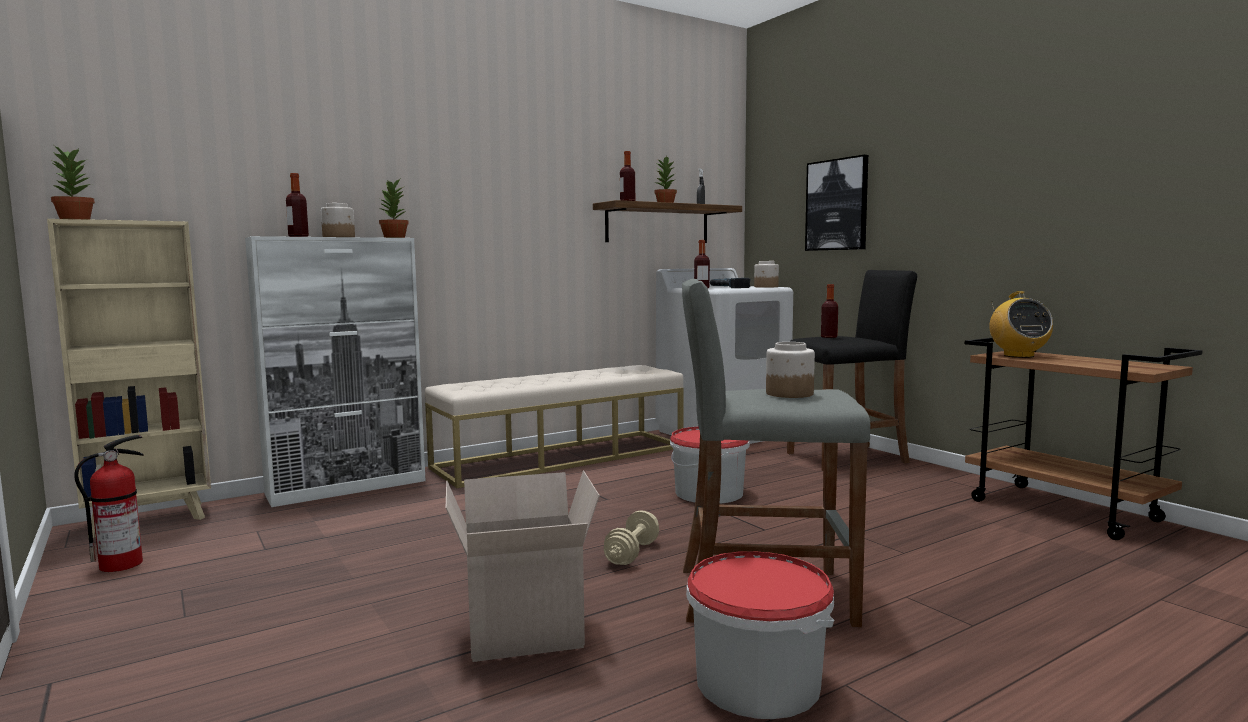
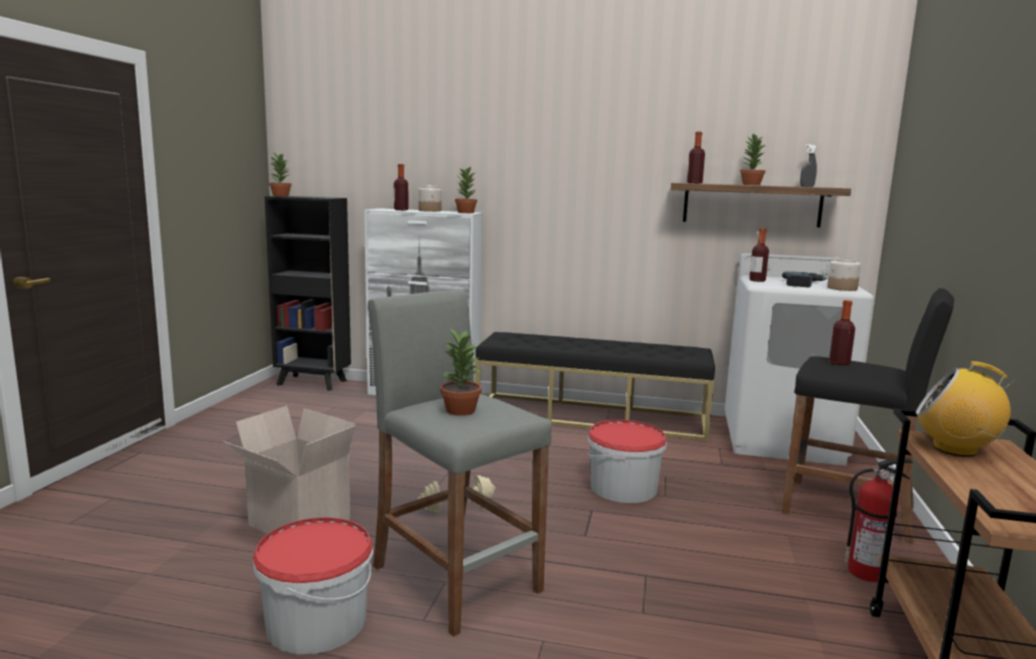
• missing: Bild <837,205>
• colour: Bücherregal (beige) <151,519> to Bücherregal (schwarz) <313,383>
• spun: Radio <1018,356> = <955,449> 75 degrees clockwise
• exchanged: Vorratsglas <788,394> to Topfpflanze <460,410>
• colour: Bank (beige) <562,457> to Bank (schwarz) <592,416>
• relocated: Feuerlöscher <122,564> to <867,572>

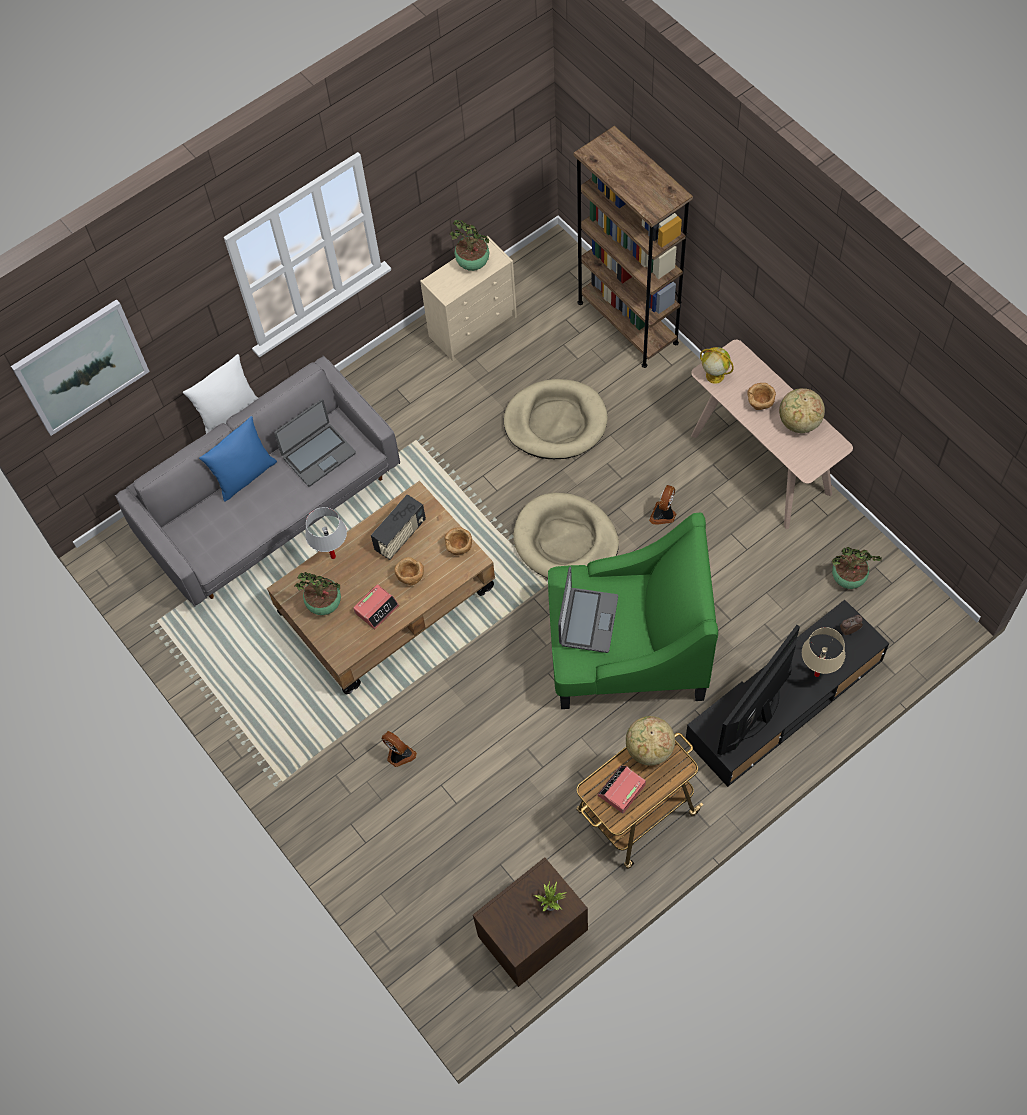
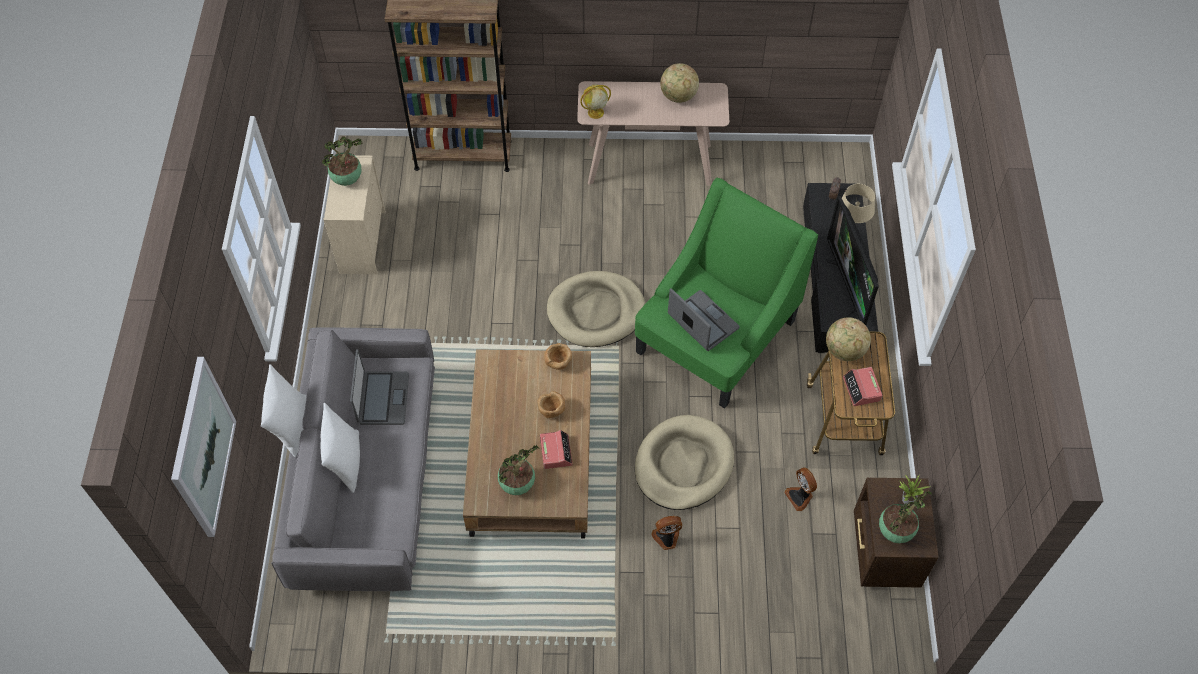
• relocated: Hundebett (beige) <555,422> to <683,465>
• missing: Schüssel (braun) <760,404>
• colour: Kissen (blau) <244,475> to Kissen (weiß) <346,462>
• relocated: Ventilator <663,515> to <800,496>
• missing: Radio <400,536>
• missing: Tischlampe (weiß) <333,556>
• relocated: Topfpflanze <849,579> to <895,530>

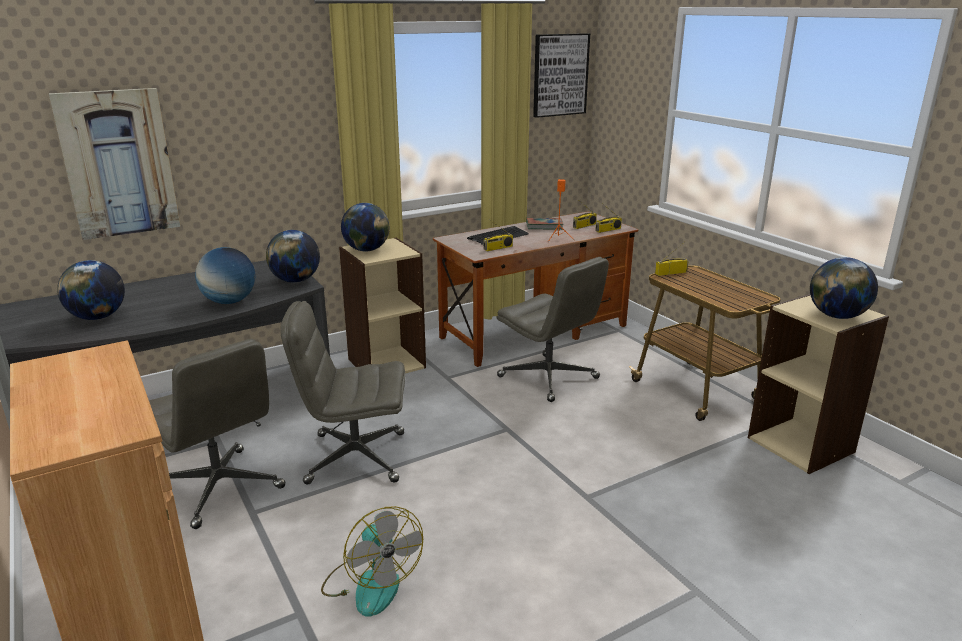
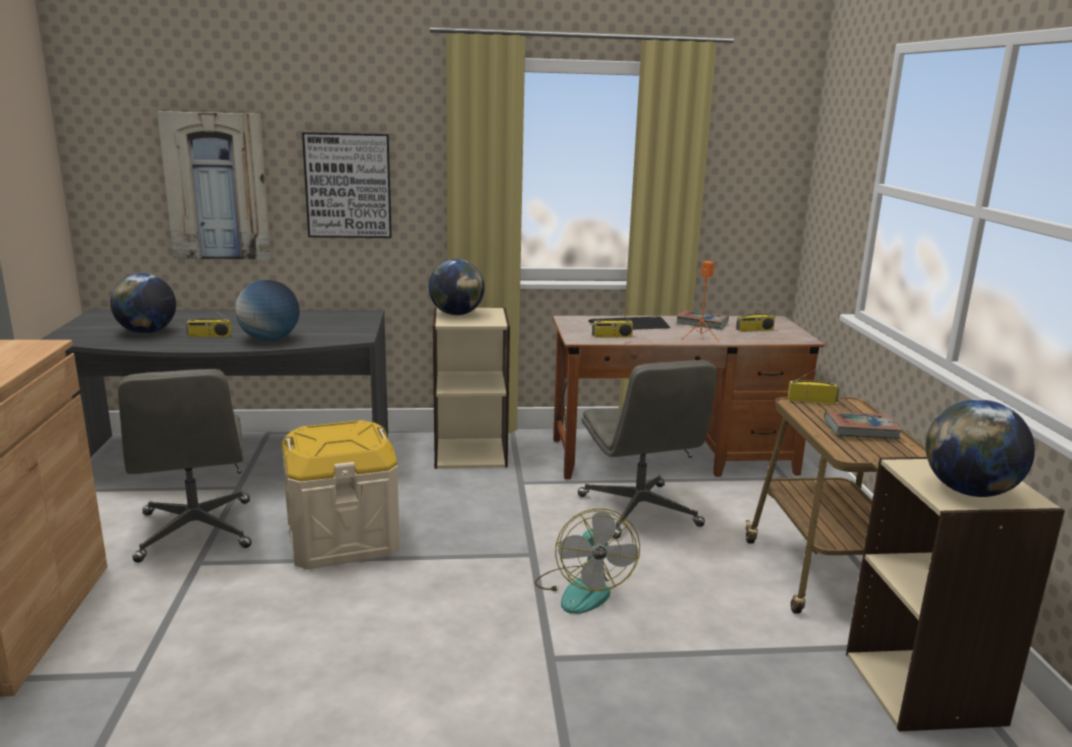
• relocated: Bild <560,75> to <348,185>
• relocated: Radio <608,230> to <209,336>
• missing: Globus <295,281>
• exchanged: Bürostuhl (grau) <354,458> to Aufbewahrungsbox (beige) <342,539>
• relocated: Ventilator <371,583> to <582,589>
• appeared: Buch <861,429>

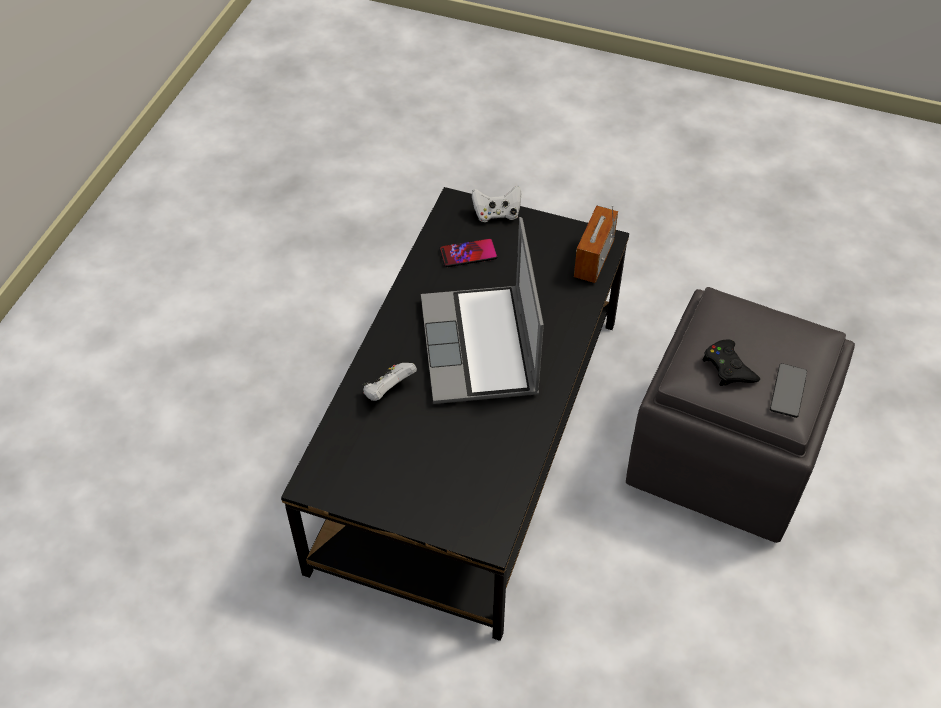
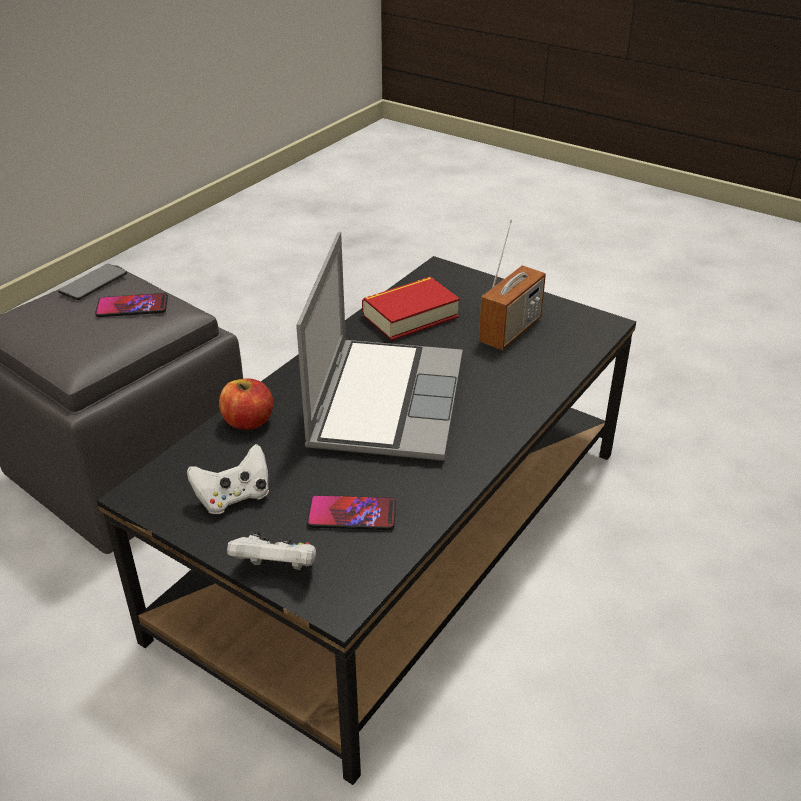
• relocated: Radio <593,259> to <510,331>
• exchanged: Gamepad (schwarz) <728,368> to Handy <132,306>
• relocated: Gamepad (weiß) <388,391> to <234,497>
• appeared: Buch <410,316>
• appeared: Apfel <248,421>

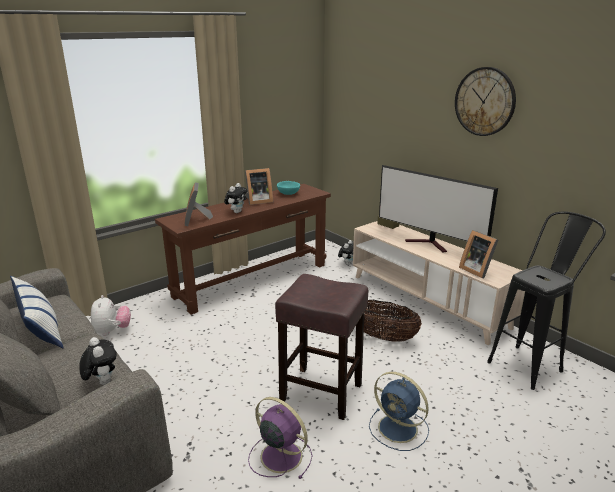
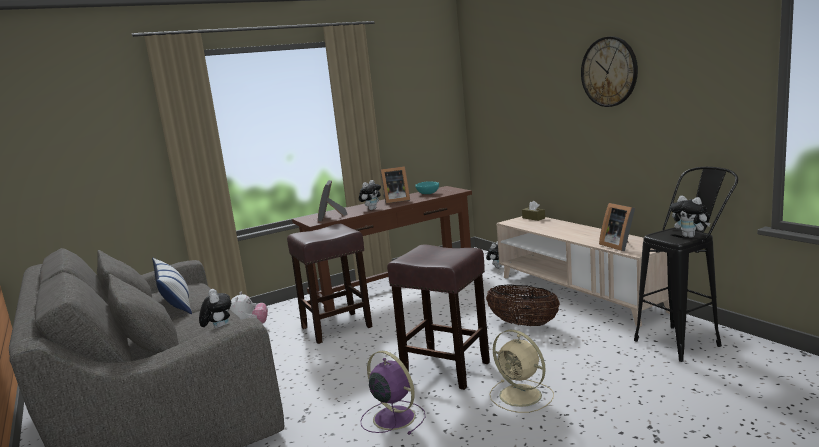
• missing: Fernseher <430,244>
• colour: Ventilator (blau) <399,429> to Ventilator (beige) <522,396>
• appeared: Plüschtier <690,236>
• appeared: Hocker (braun) <337,327>

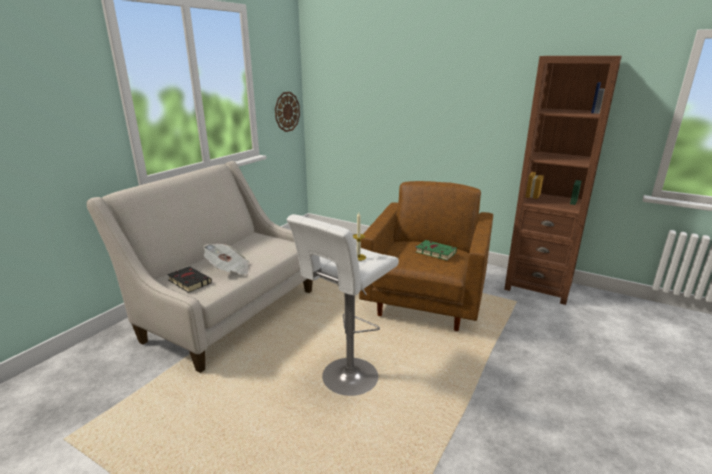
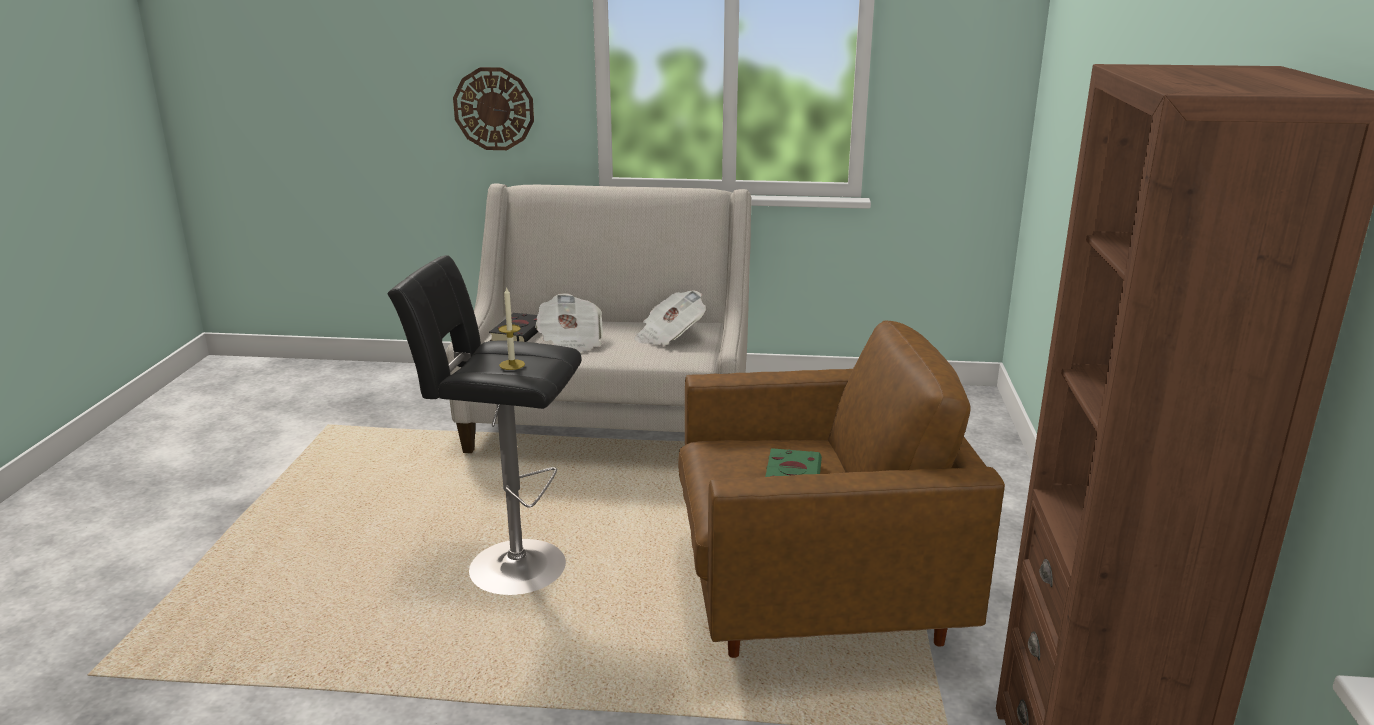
• relocated: Wanduhr <287,111> to <494,109>
• colour: Hocker (weiß) <347,379> to Hocker (schwarz) <509,566>
• appeared: Zeitung <669,336>

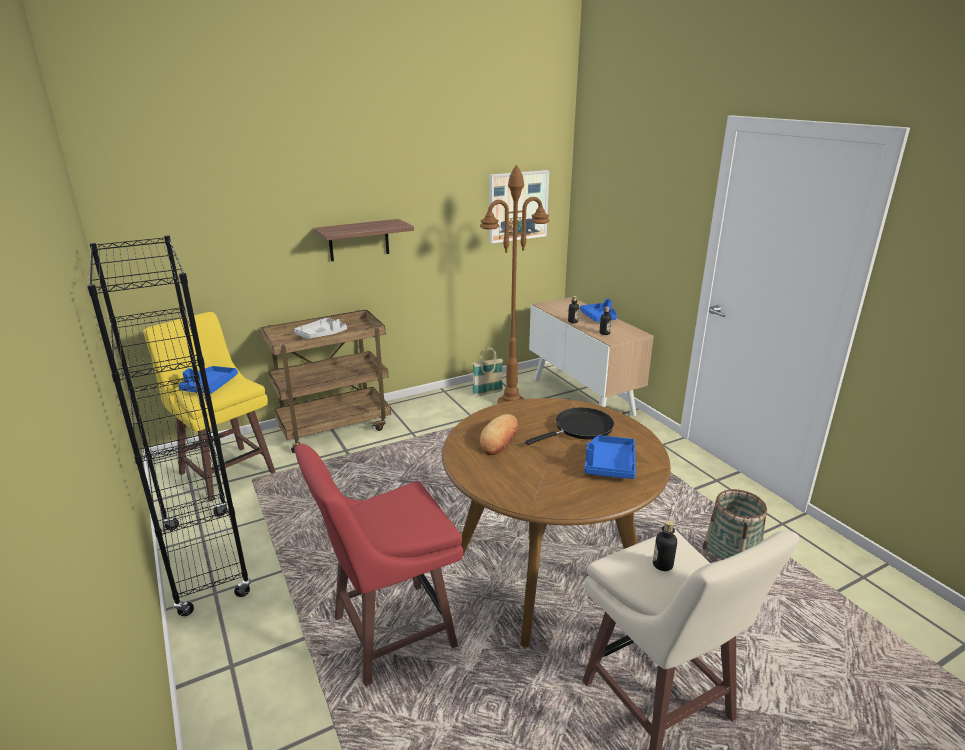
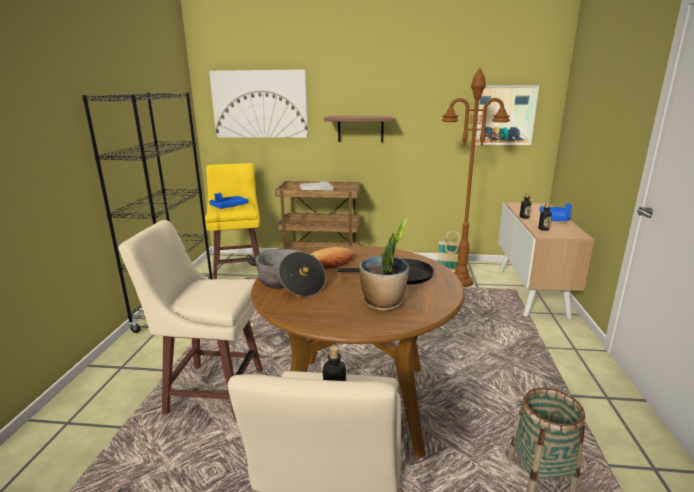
• exchanged: Tablett (blau) <609,464> to Topfpflanze <383,303>
• colour: Hocker (rot) <390,633> to Hocker (beige) <213,390>
• appeared: Bild <260,104>
• appeared: Kochtopf <289,283>

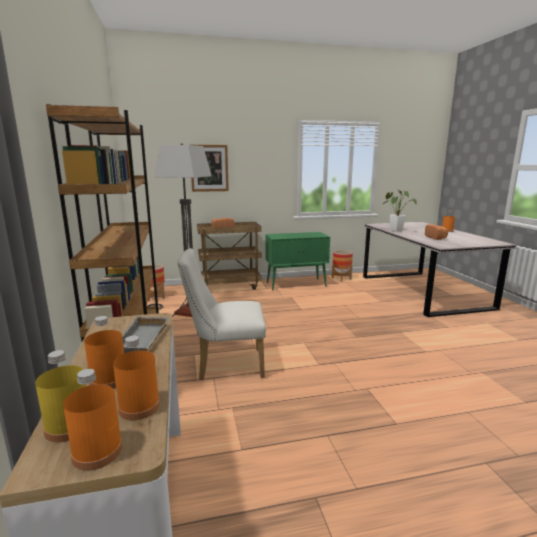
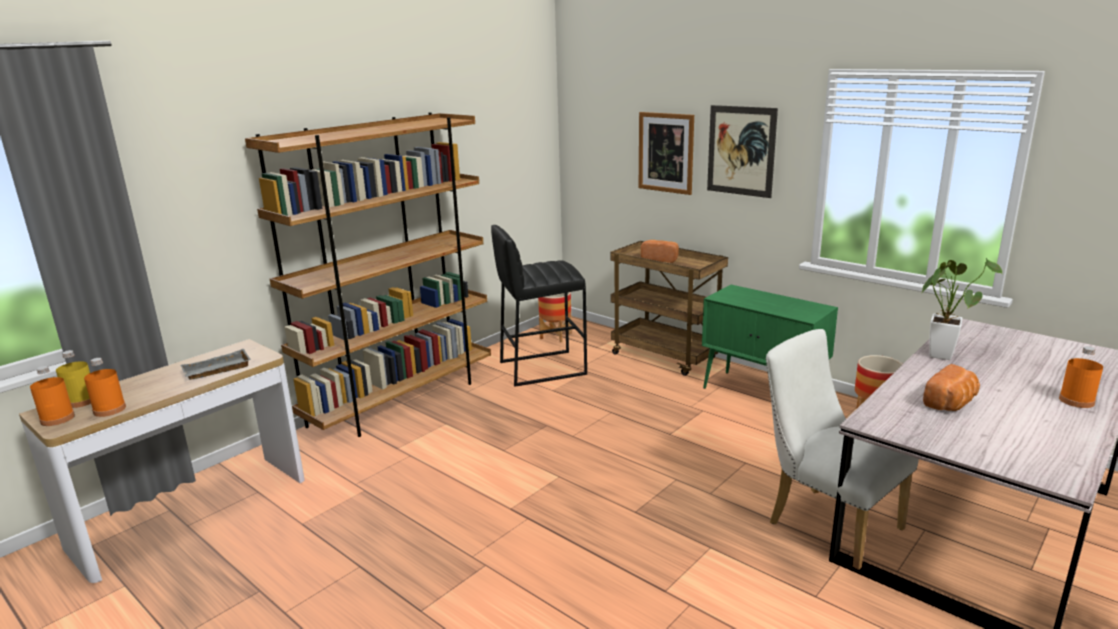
• exchanged: Stehlampe <182,311> to Hocker (schwarz) <541,368>
• relocated: Stuhl (weiß) <225,364> to <825,522>
• missing: Flasche (orange) <109,380>
• appeared: Bild <741,151>

